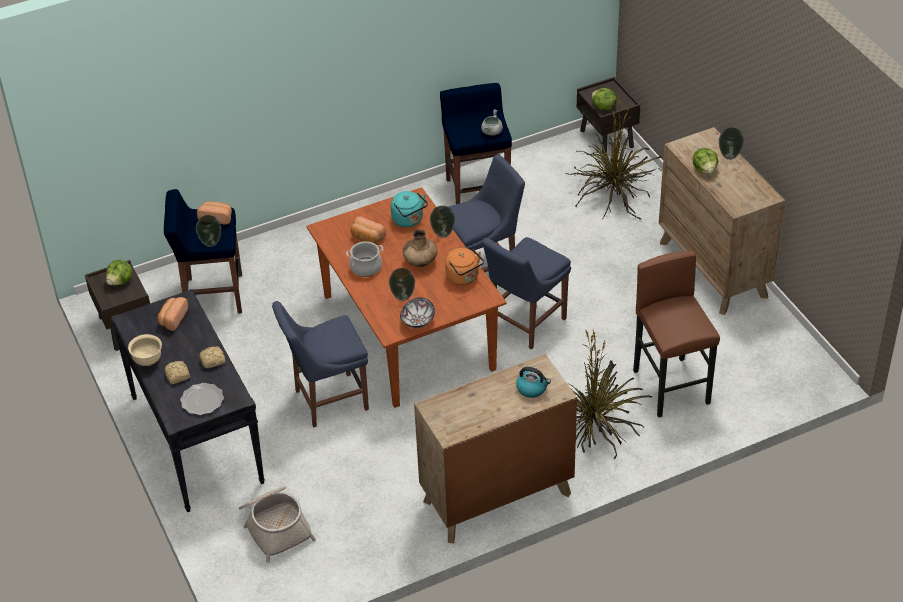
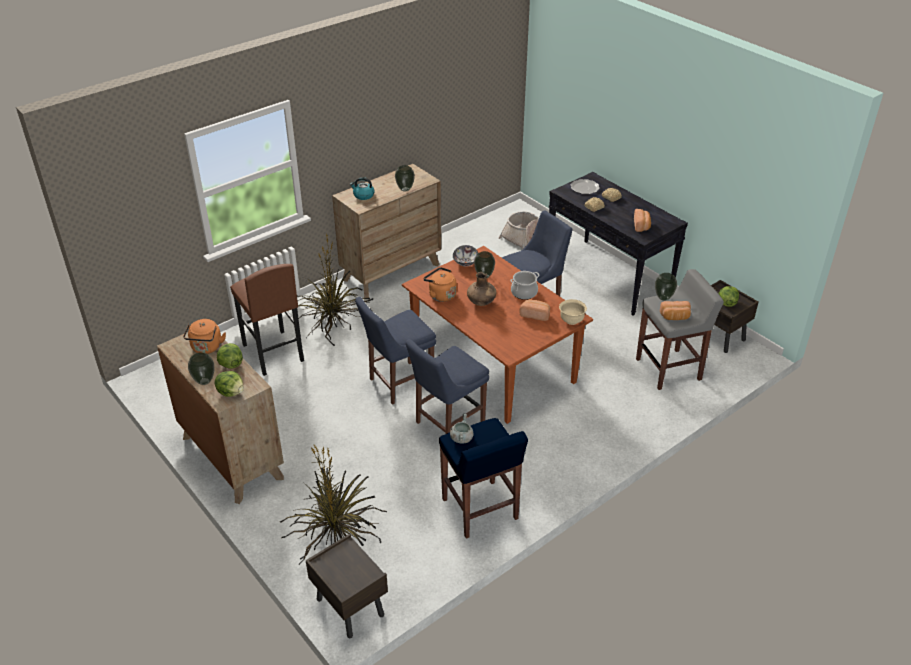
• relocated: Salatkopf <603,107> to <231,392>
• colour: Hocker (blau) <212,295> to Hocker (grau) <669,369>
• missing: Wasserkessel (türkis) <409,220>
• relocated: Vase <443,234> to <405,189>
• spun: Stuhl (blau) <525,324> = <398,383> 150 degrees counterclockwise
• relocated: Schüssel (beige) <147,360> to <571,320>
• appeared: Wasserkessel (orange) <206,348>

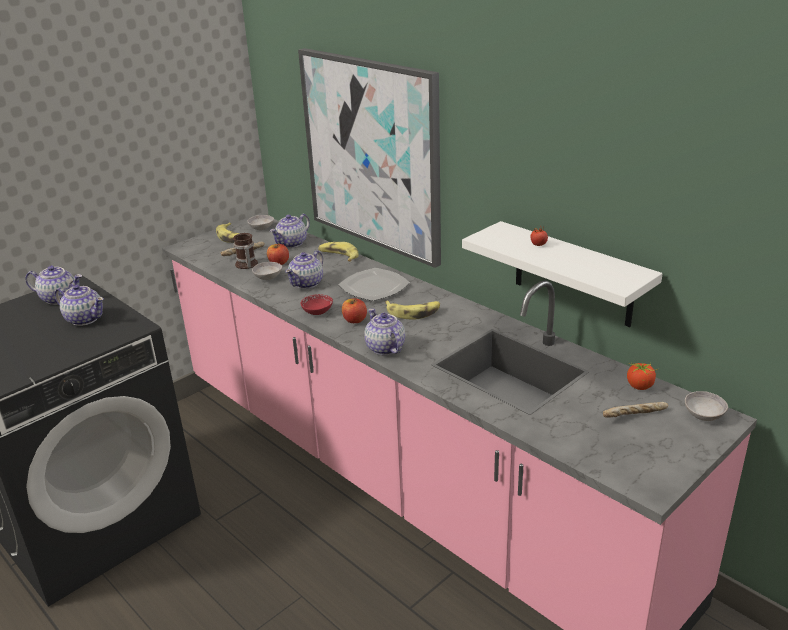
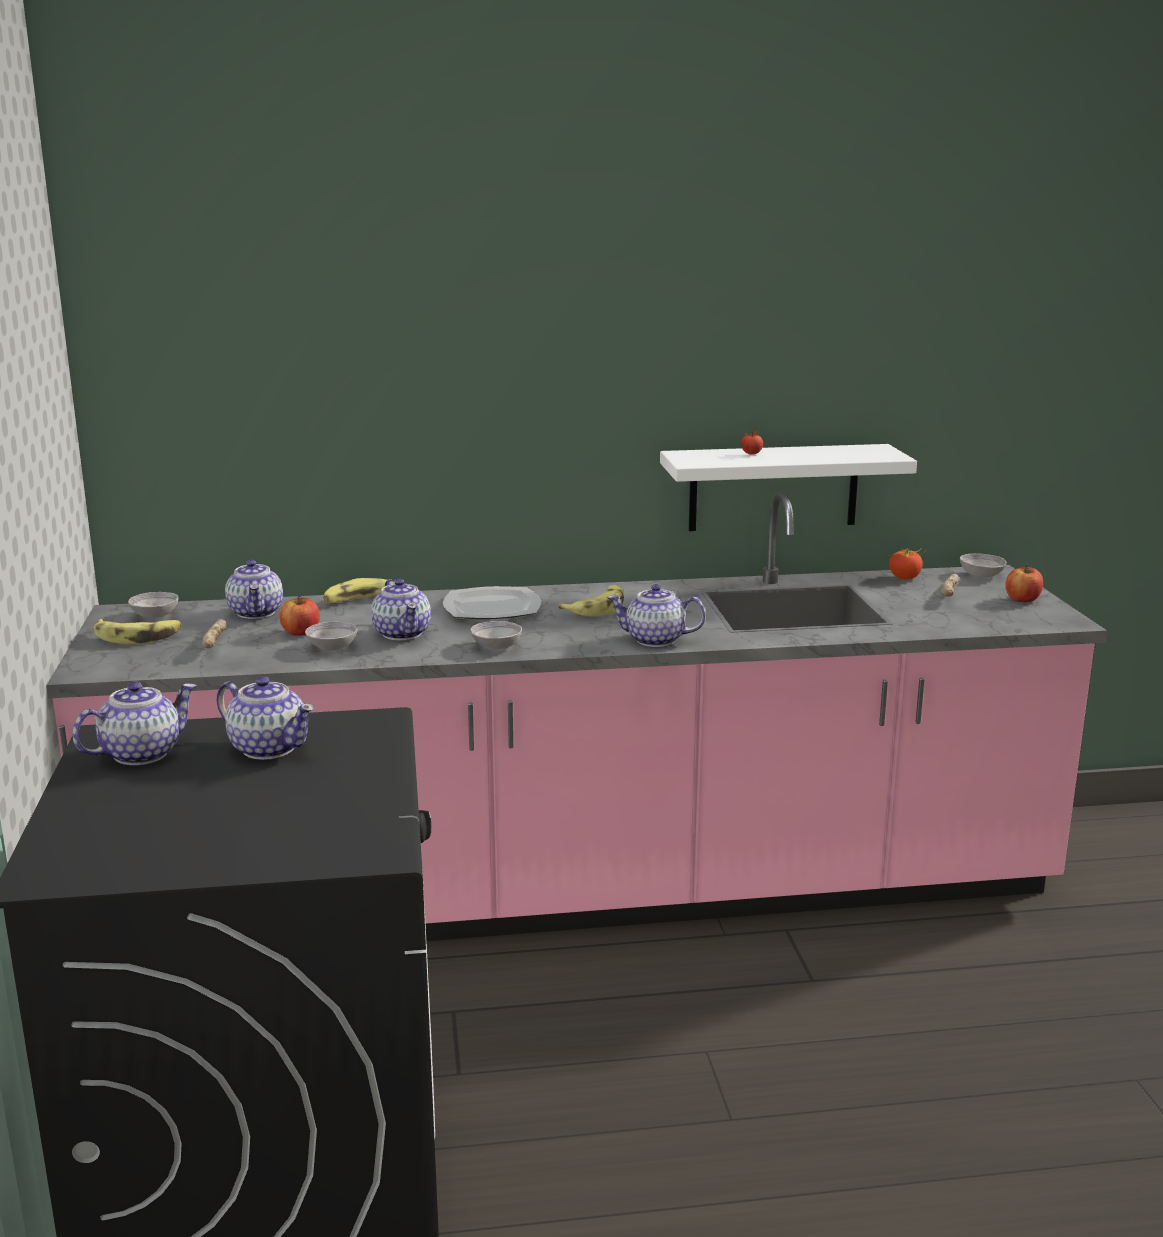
• missing: Bild <371,154>
• missing: Henkelbecher <246,265>
• spun: Teekanne <84,319> = <268,748> 60 degrees clockwise
• colour: Schüssel (rot) <317,312> to Schüssel (grau) <496,647>
• relocated: Apfel <354,320> to <1022,599>

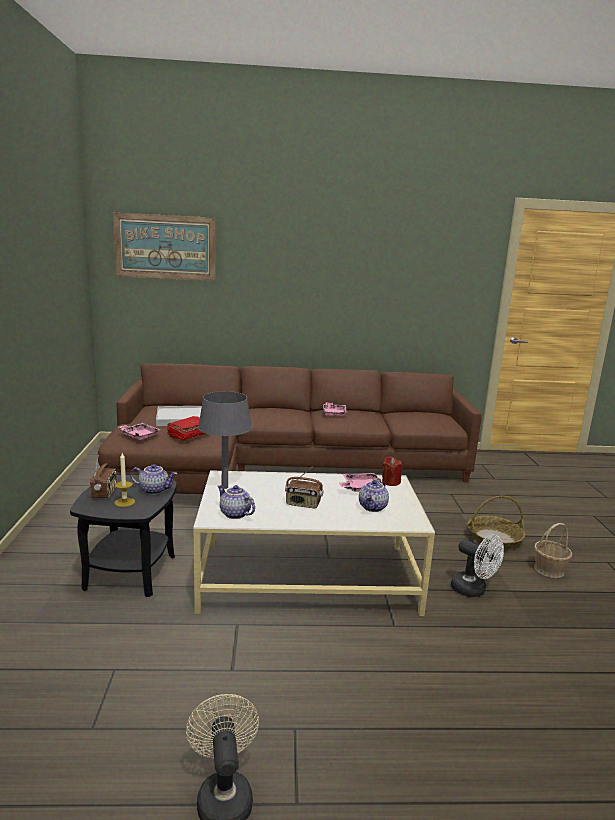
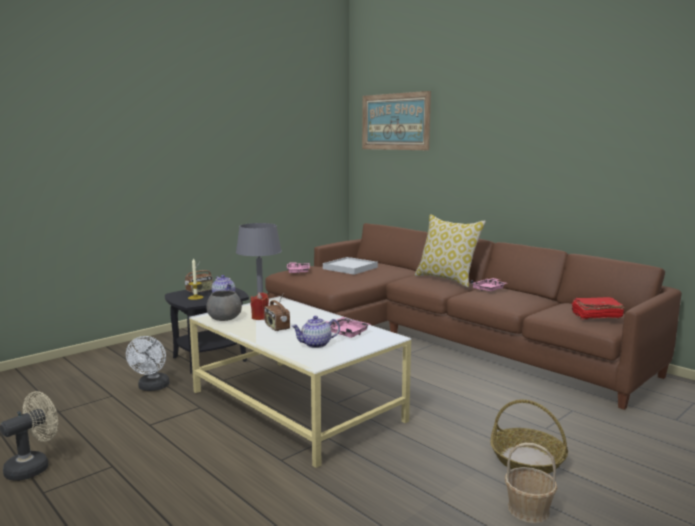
• relocated: Buch (rot) <188,435> to <595,316>
• relocated: Kerze (rot) <390,482> to <260,317>
• exchanged: Teekanne <234,514> to Schüssel (grau) <224,318>
• relocated: Ventilator (weiß) <473,590> to <152,388>
• appeared: Kissen <447,279>

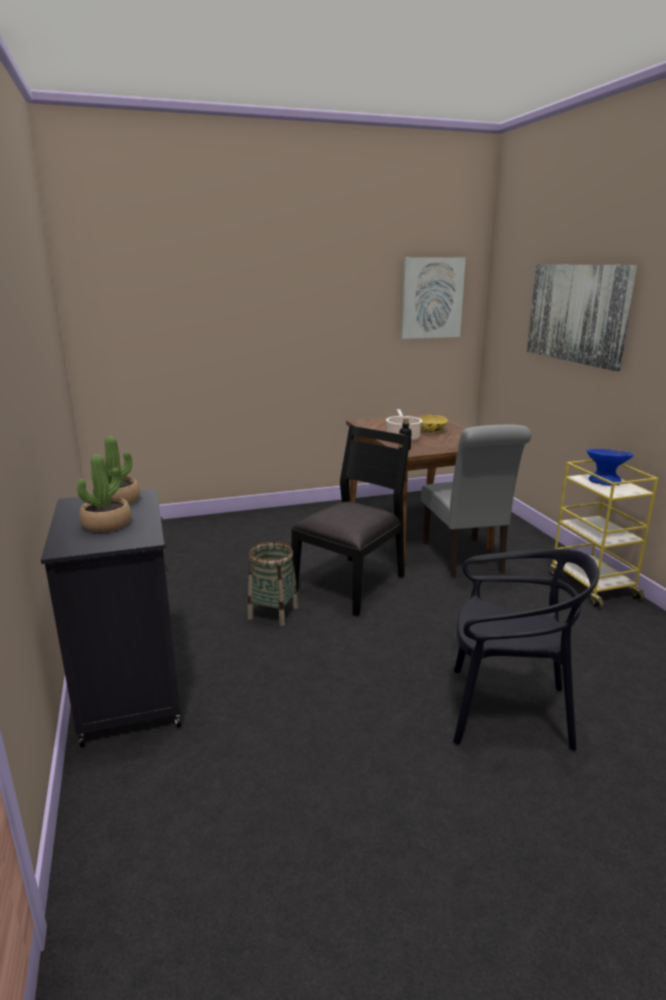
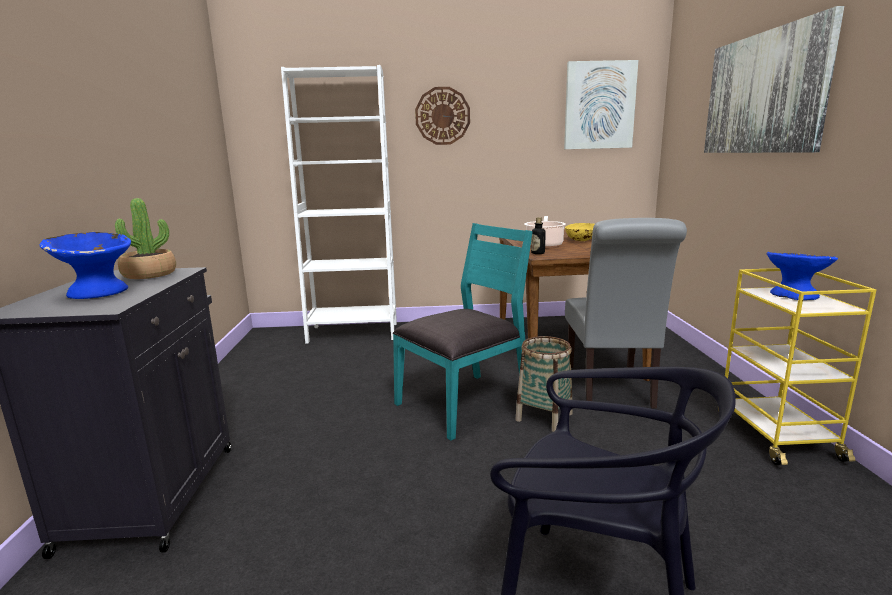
• colour: Stuhl (schwarz) <351,583> to Stuhl (türkis) <464,402>
• exchanged: Topfpflanze <107,524> to Schüssel (blau) <98,292>
• relocated: Korb <273,612> to <544,417>
• appeared: Bücherregal (weiß) <353,332>
• appeared: Wanduhr <442,116>

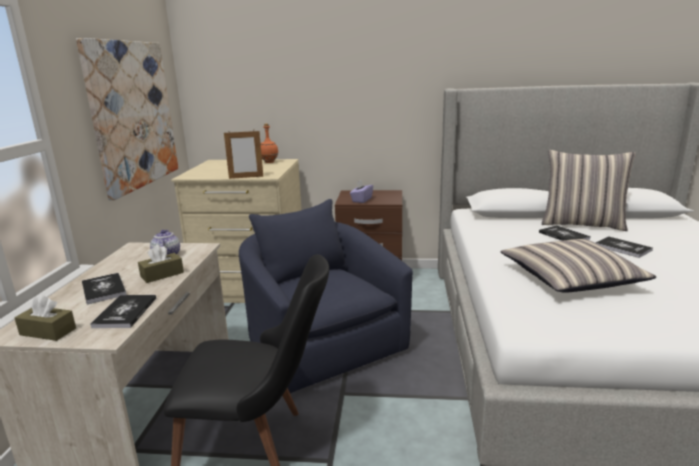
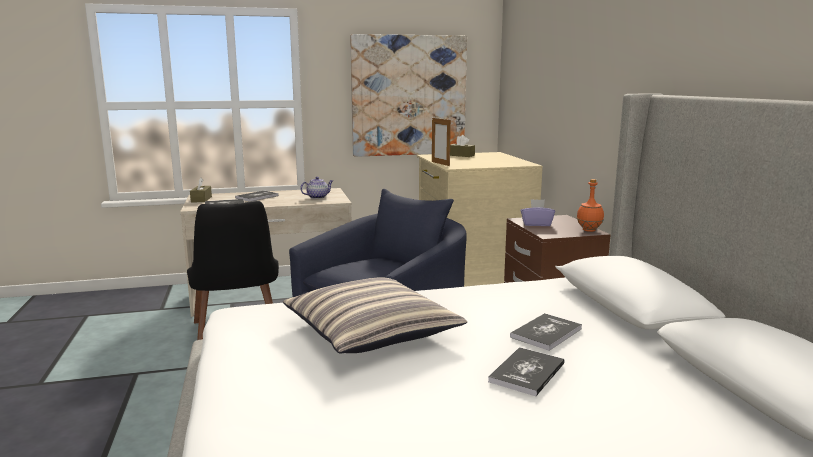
• relocated: Flasche (orange) <269,162> to <589,230>
• missing: Kissen <582,224>
• relocated: Taschentuchbox (braun) <162,274> to <461,155>

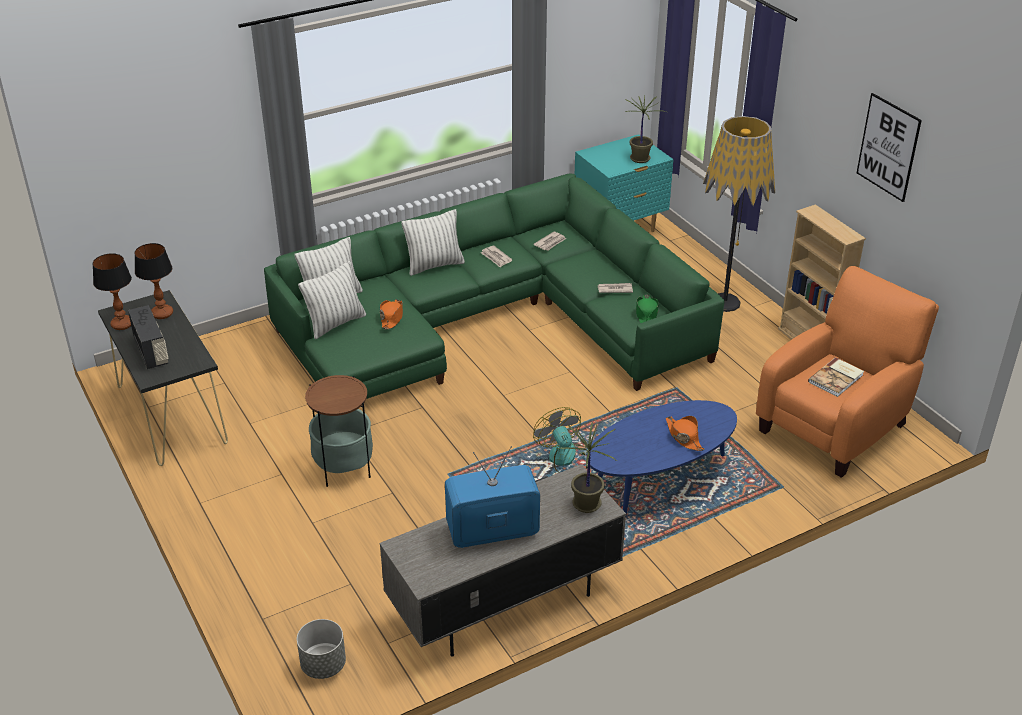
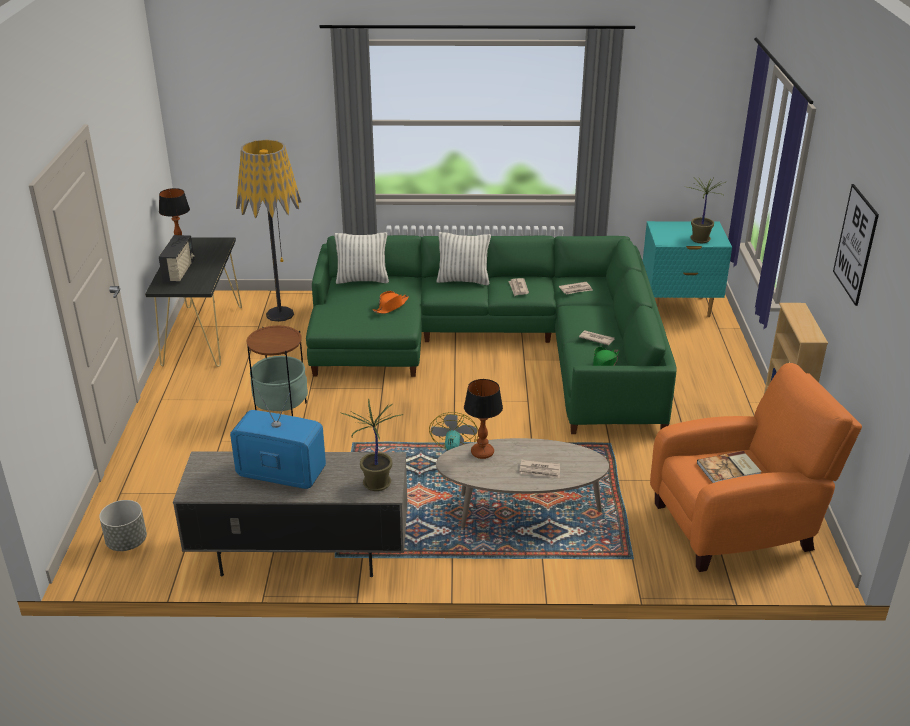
• relocated: Stehlampe <724,302> to <280,314>
• relocated: Tischlampe <162,314> to <482,453>
• missing: Kissen <335,323>
• colour: Couchtisch (blau) <658,481> to Couchtisch (beige) <520,511>
• exchanged: Hut (orange) <683,437> to Zeitung <540,470>

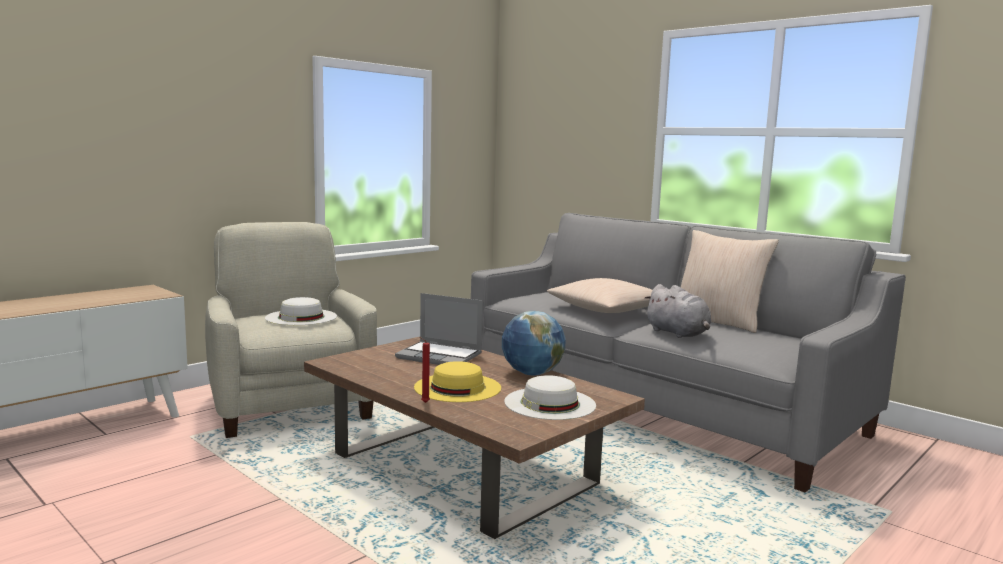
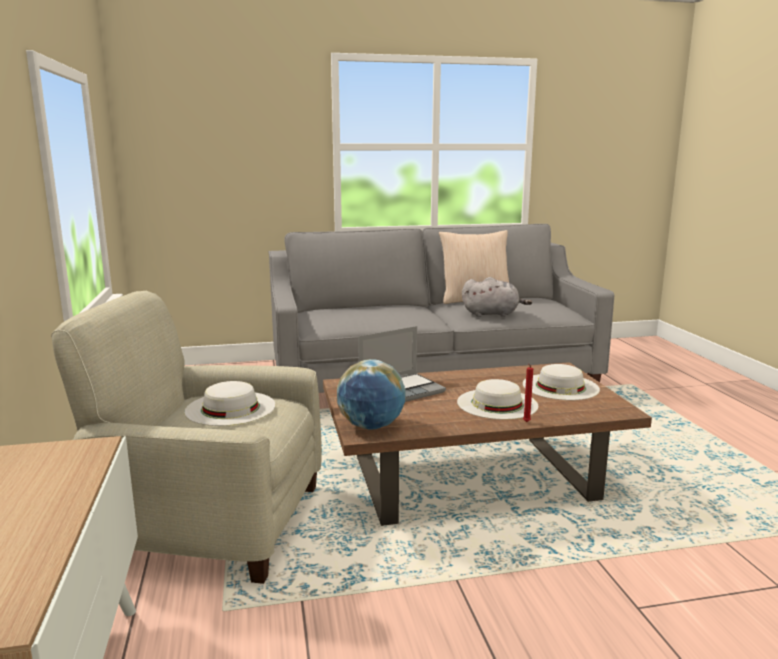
• missing: Kissen (beige) <607,310>
• relocated: Globus <532,374> to <371,426>
• colour: Hut (gelb) <457,387> to Hut (weiß) <497,403>

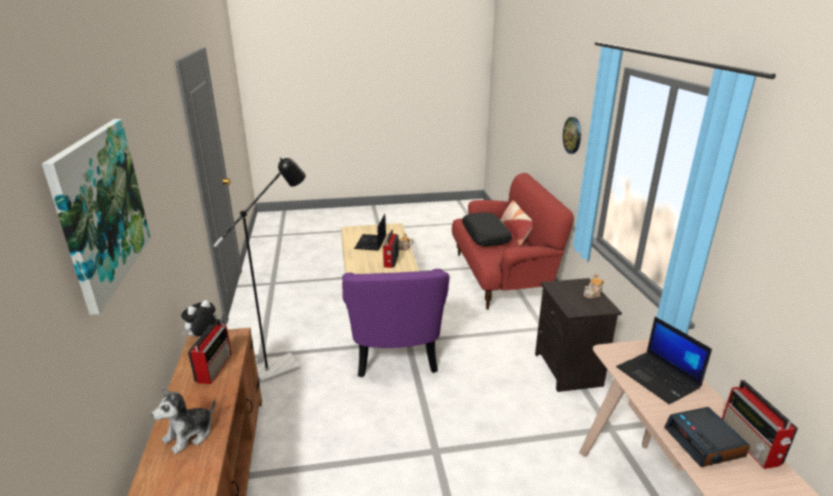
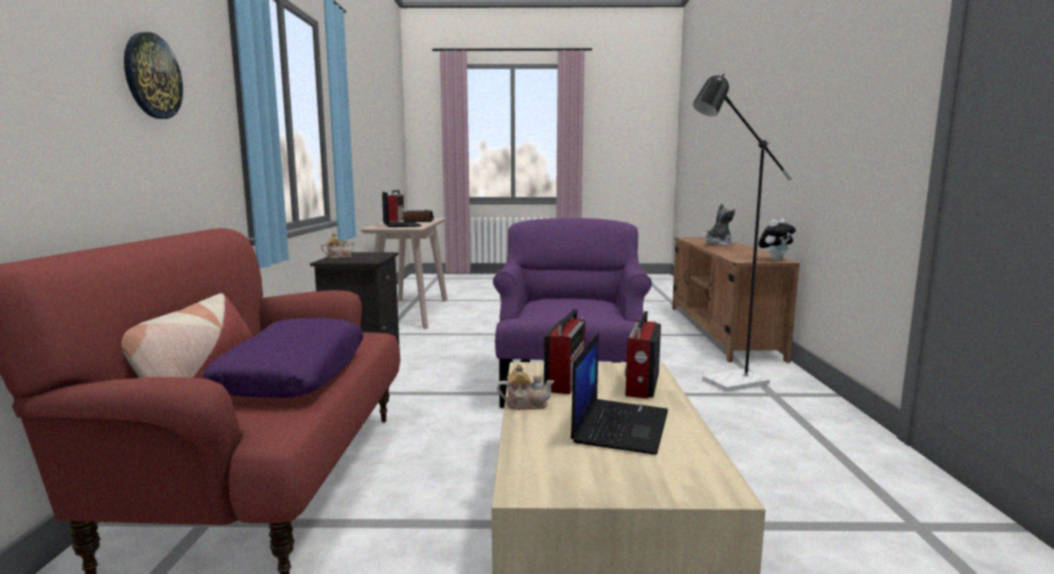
• missing: Bild <101,209>
• colour: Kissen (schwarz) <486,235> to Kissen (lila) <294,374>
• relocated: Radio <214,367> to <641,385>

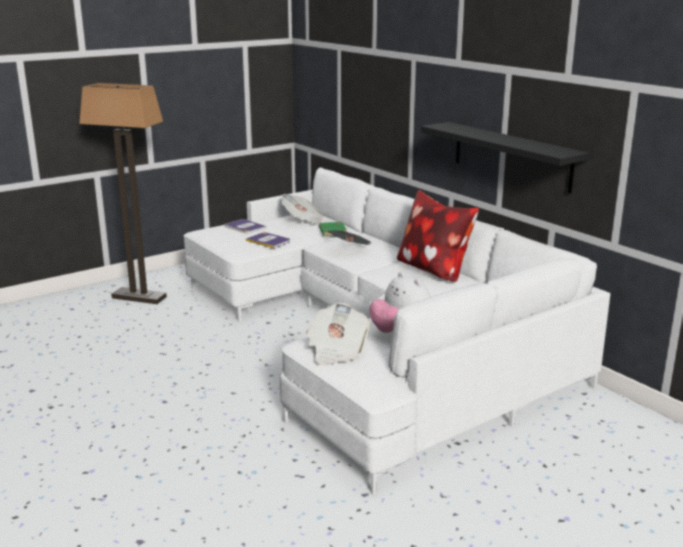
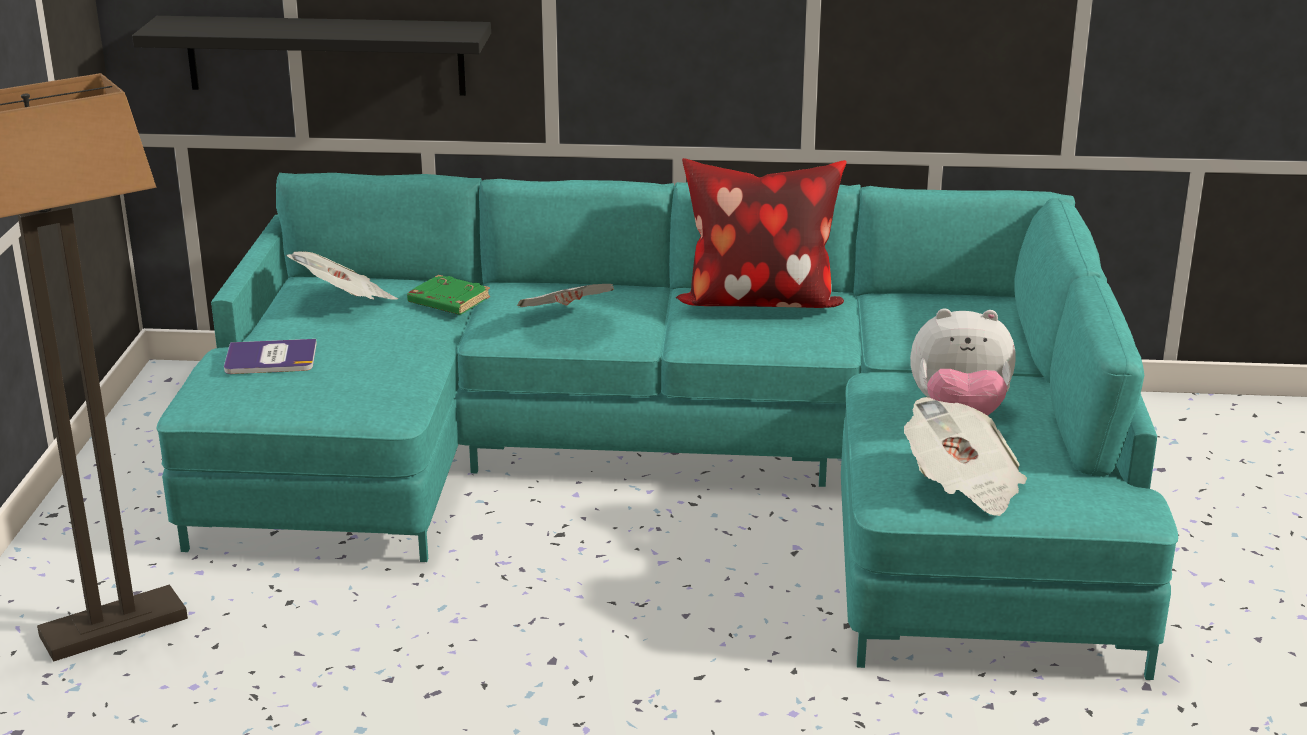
• relocated: Wandregal (schwarz) <511,156> to <325,55>
• colour: Sofa (weiß) <373,338> to Sofa (türkis) <687,472>
• missing: Buch <268,241>

